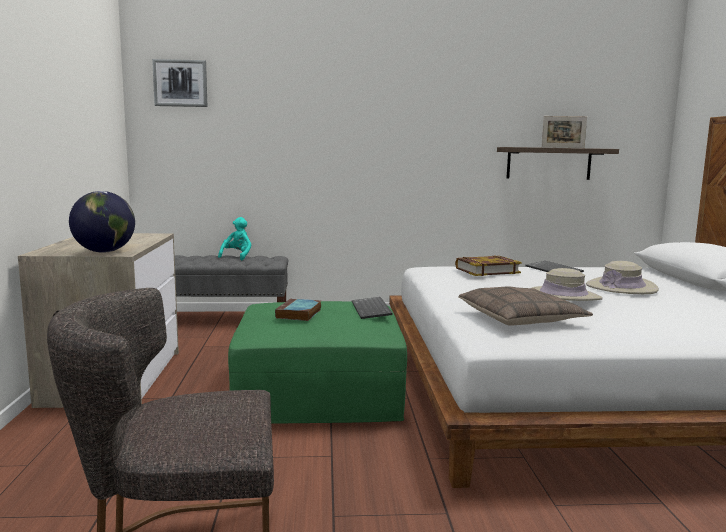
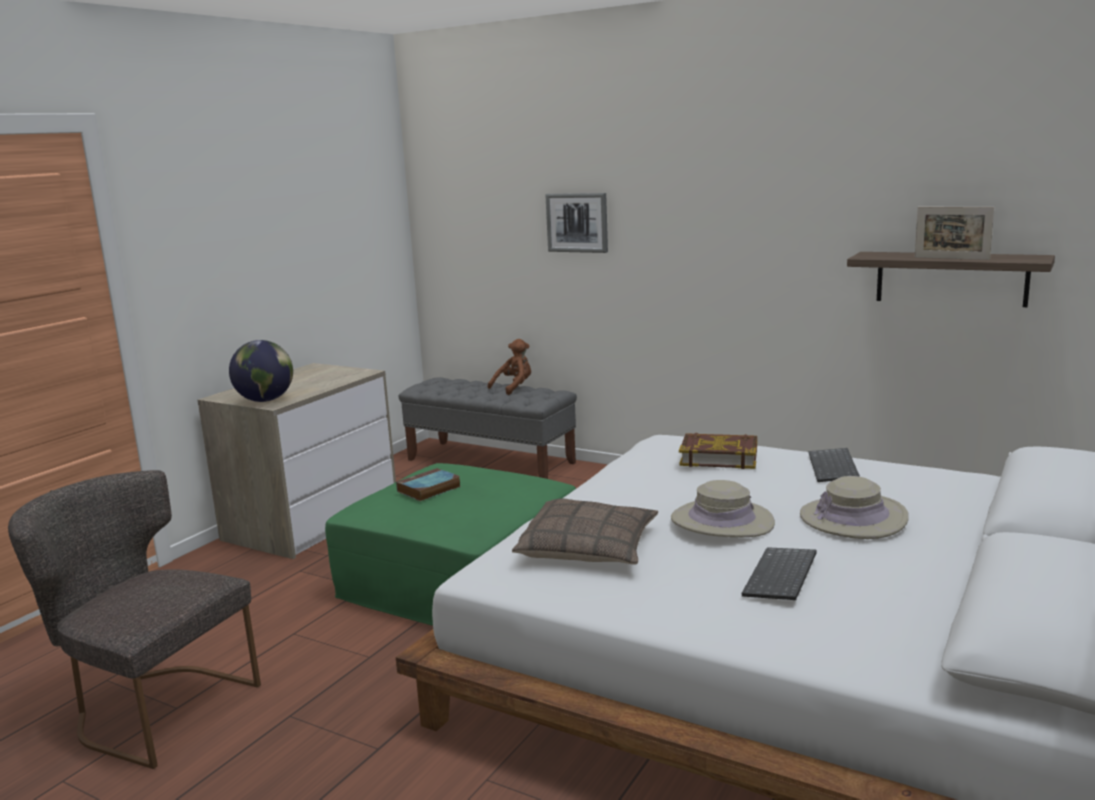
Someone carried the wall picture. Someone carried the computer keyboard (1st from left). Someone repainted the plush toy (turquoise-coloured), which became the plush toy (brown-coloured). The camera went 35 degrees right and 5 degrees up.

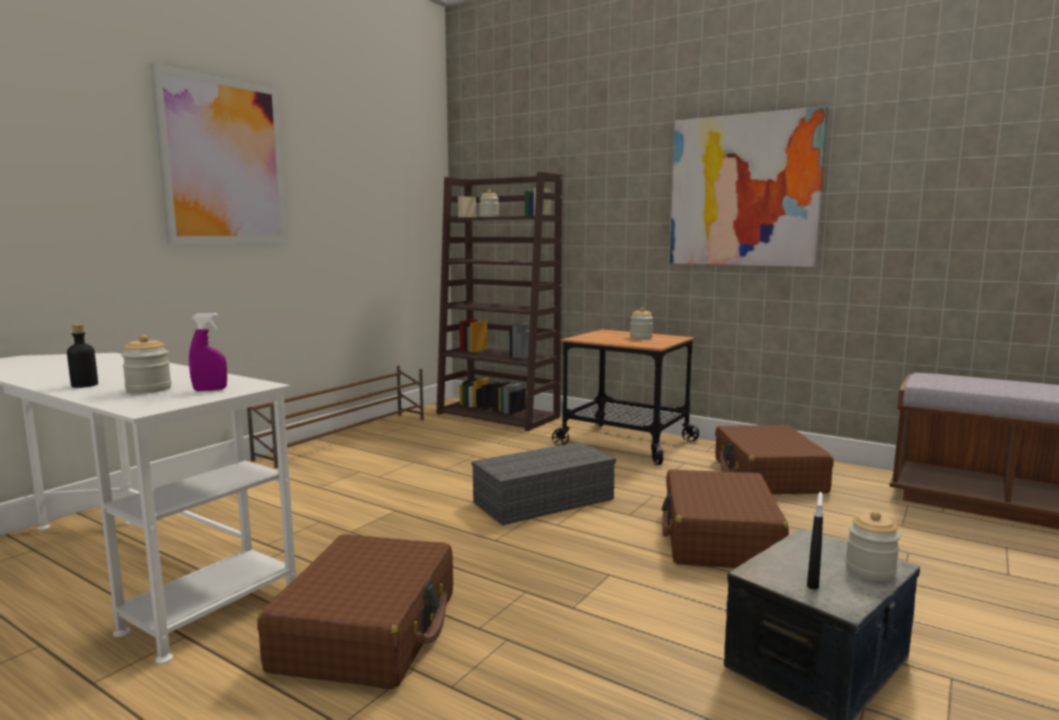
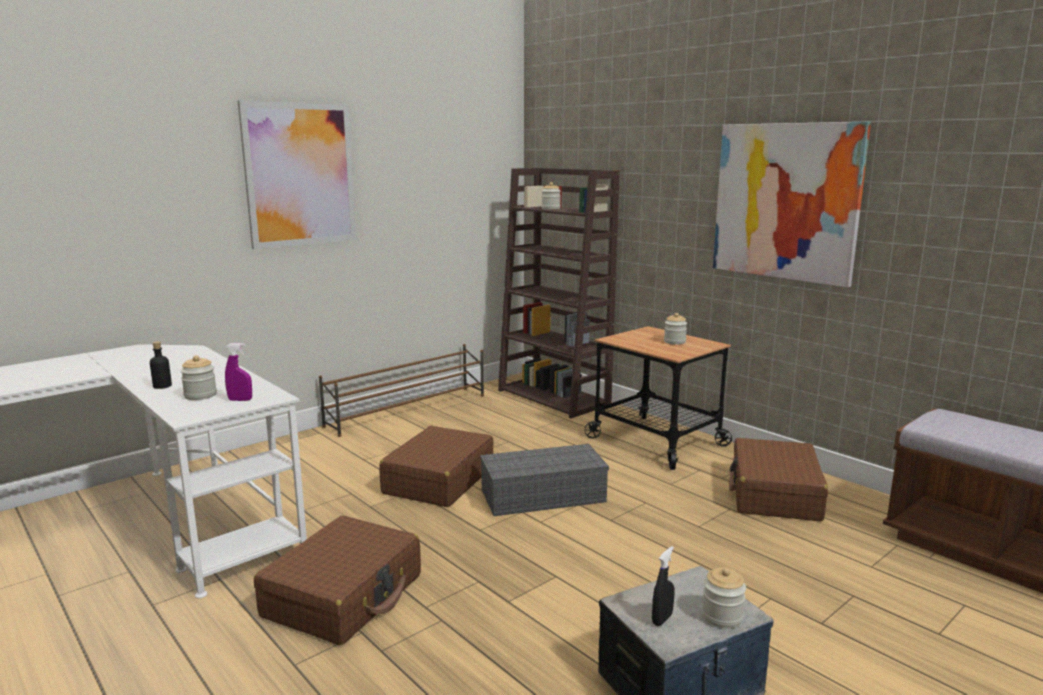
Someone carried the piece of luggage (brown-coloured) (2nd from left). The camera went 15 degrees right and 5 degrees up.

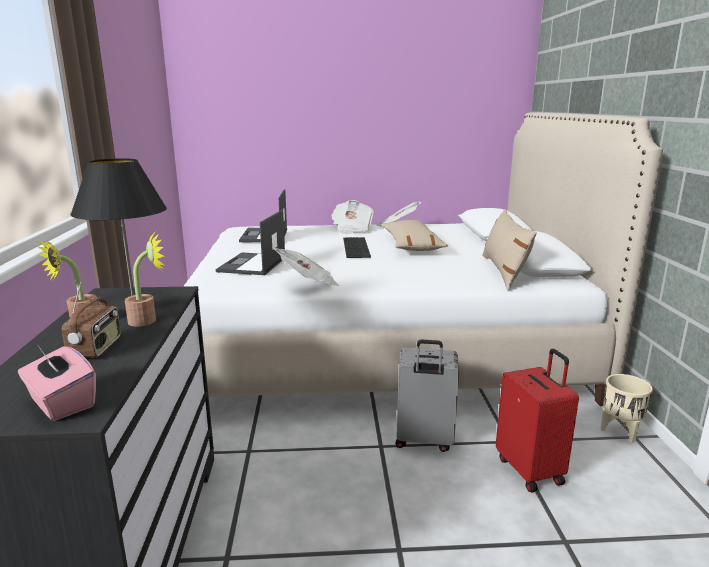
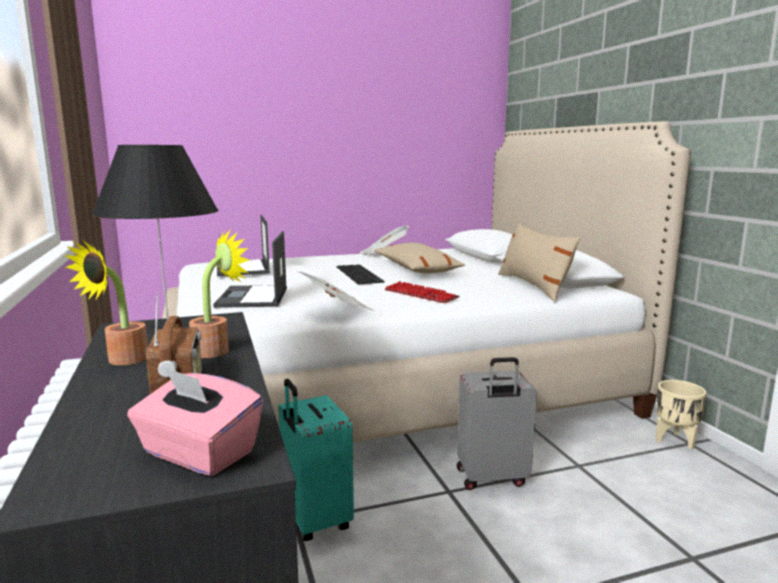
Someone took away the daily paper (2nd from left). Someone took away the piece of luggage (red-coloured). Someone put down the piece of luggage (turquoise-coloured). Someone put down the computer keyboard (2nd from left). The camera went 15 degrees left and 5 degrees down.

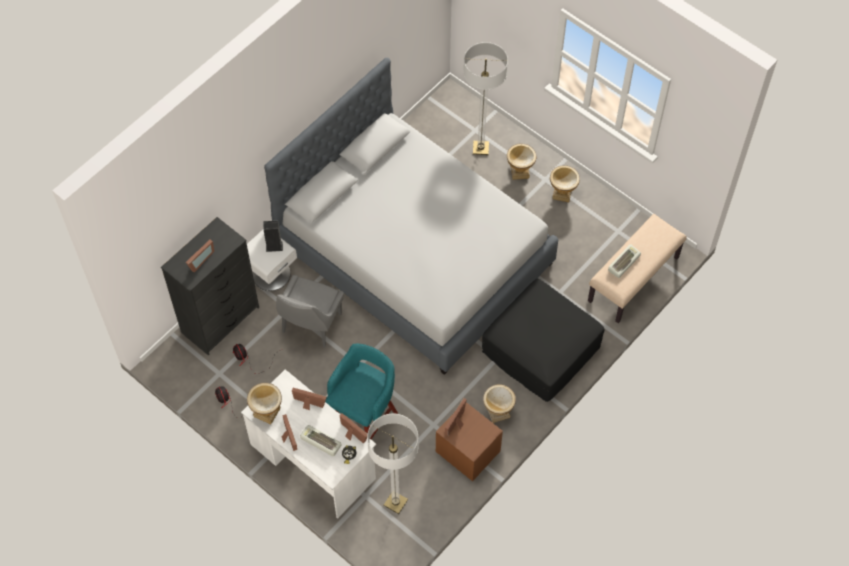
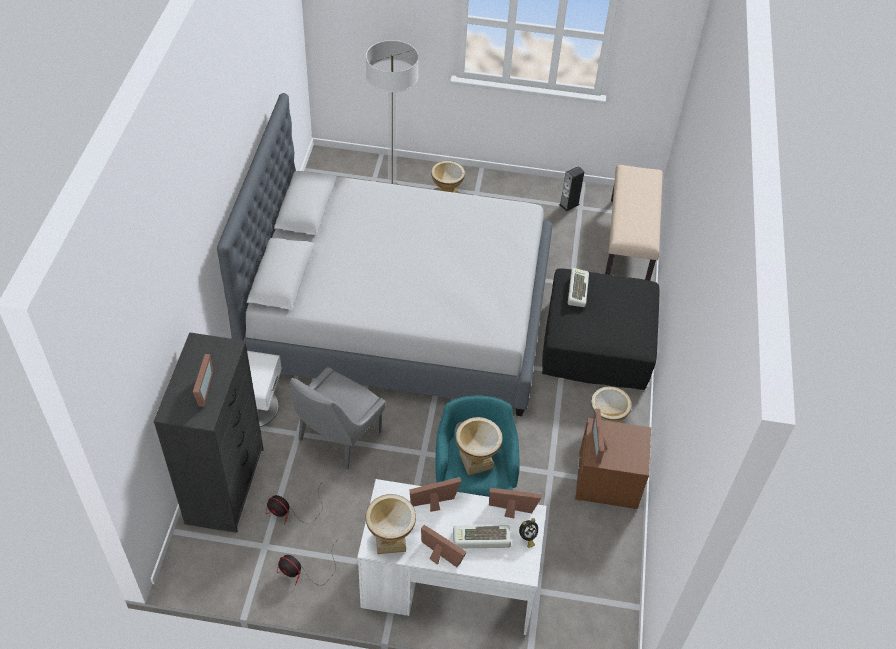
Someone took away the standing lamp (1st from left). Someone carried the audio speaker. Someone carried the vase (4th from left in the first image). Someone carried the computer keyboard (2nd from left). Someone rotated the plain chair (greyish) by 45 degrees clockwise. The camera went 35 degrees left and 10 degrees down.

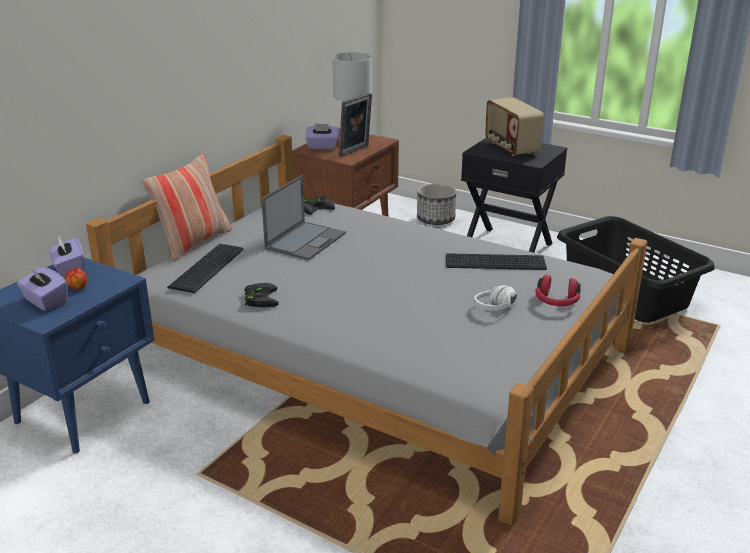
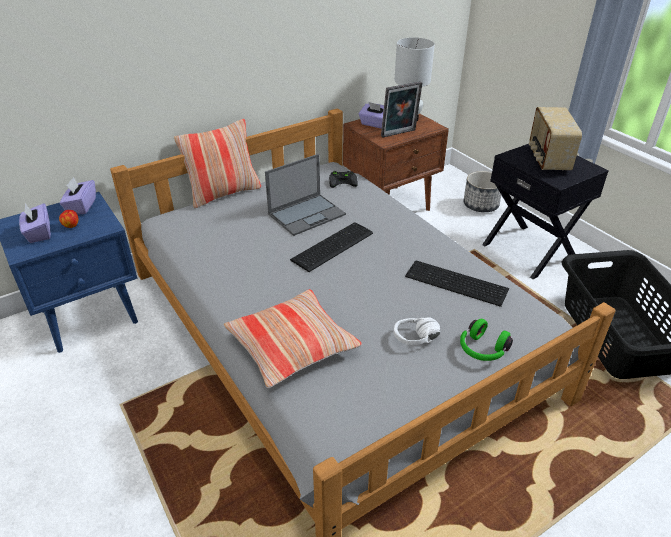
Someone took away the game controller (black-coloured) (1st from left). Someone put down the pillow (2nd from left). Someone carried the computer keyboard (1st from left). Someone repainted the headset (red-coloured), which became the headset (green-coloured). The camera went 25 degrees right and 10 degrees up.

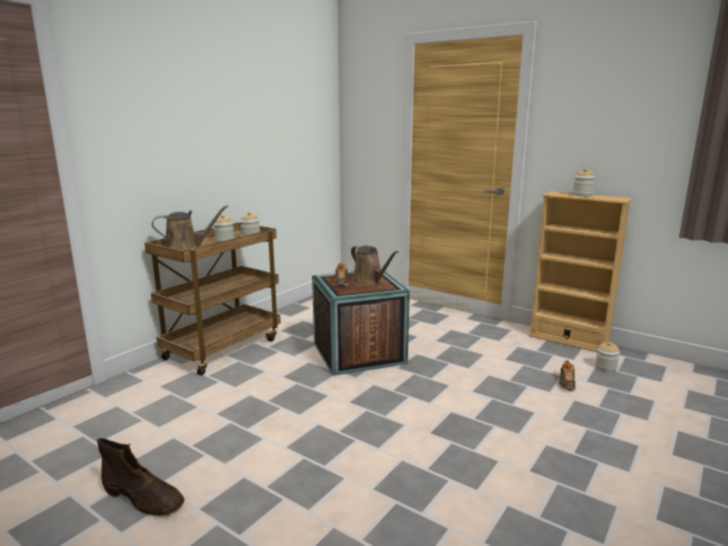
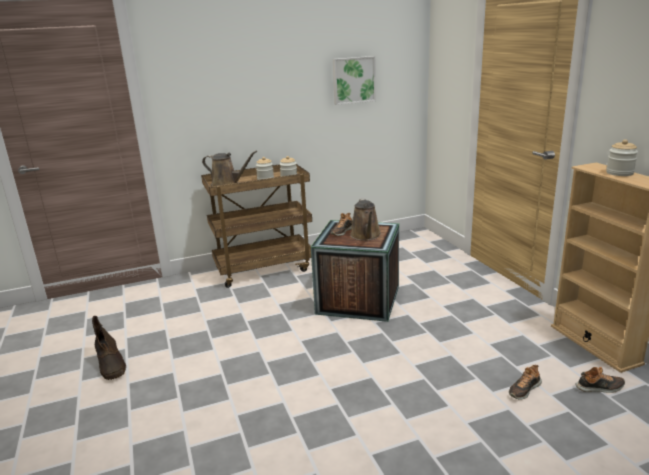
Someone put up the wall picture. Someone swapped the preserve jar (4th from left) for the shoe (3rd from left). The camera went 35 degrees right and 5 degrees up.

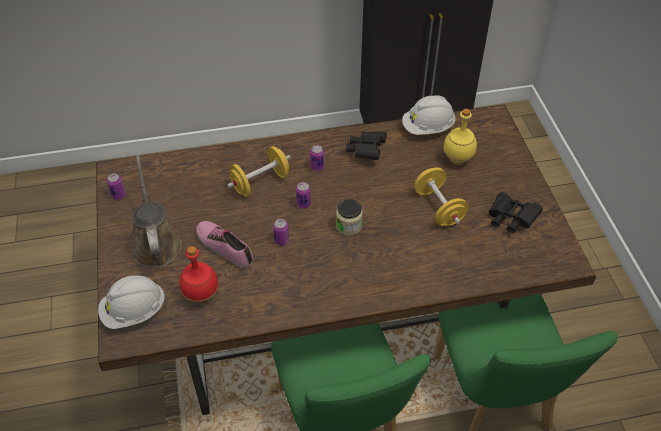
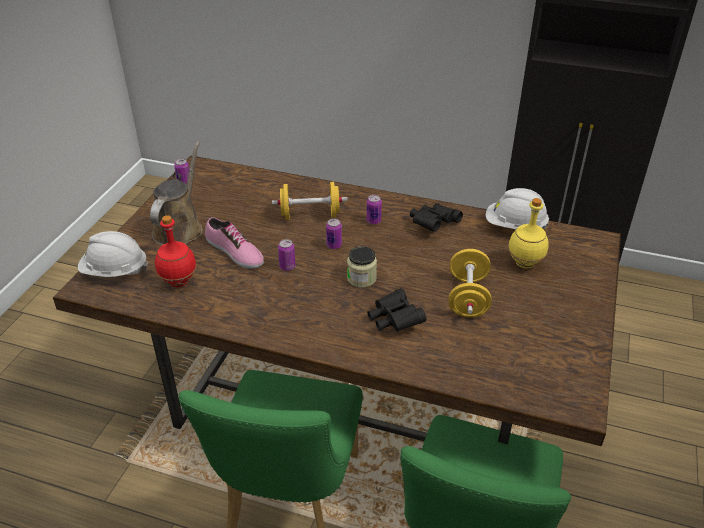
Someone carried the pair of binoculars (black-coloured) (2nd from left in the first image). Someone rotated the shoe by 150 degrees clockwise. The camera went 30 degrees right and 10 degrees down.

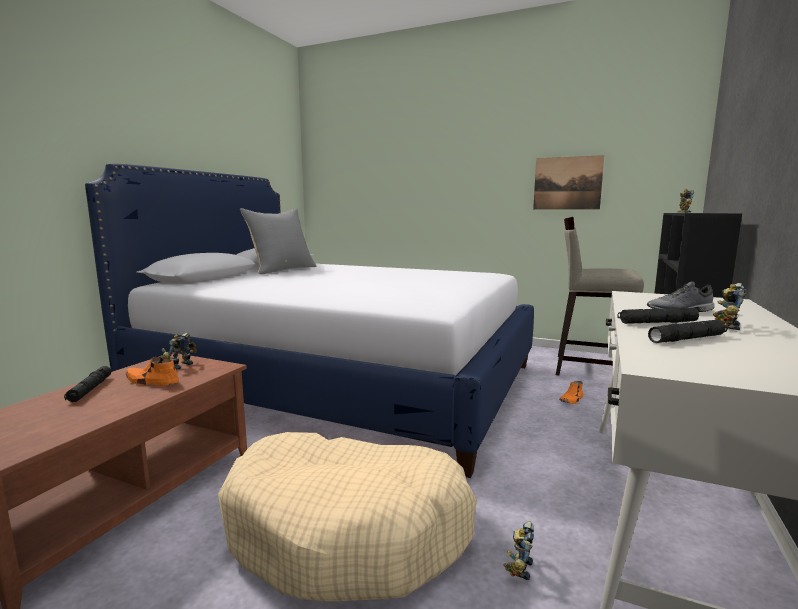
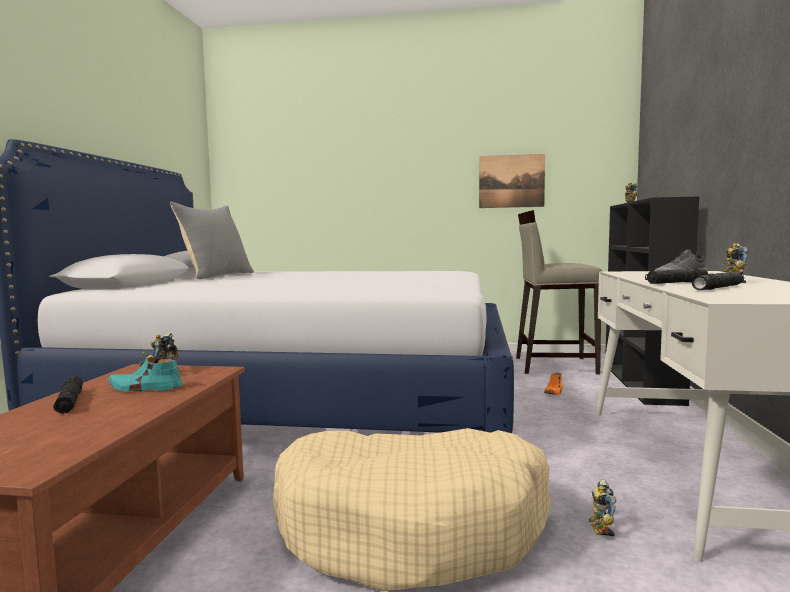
Someone repainted the shoe (orange) (1st from left), which became the shoe (turquoise-coloured). The camera went 15 degrees left and 5 degrees down.

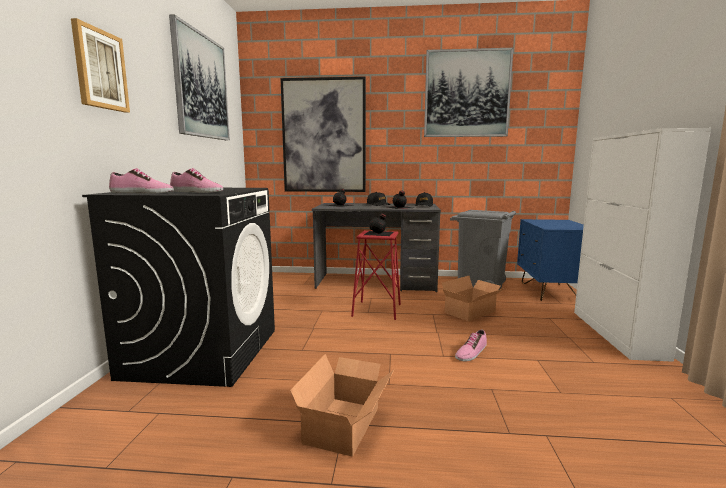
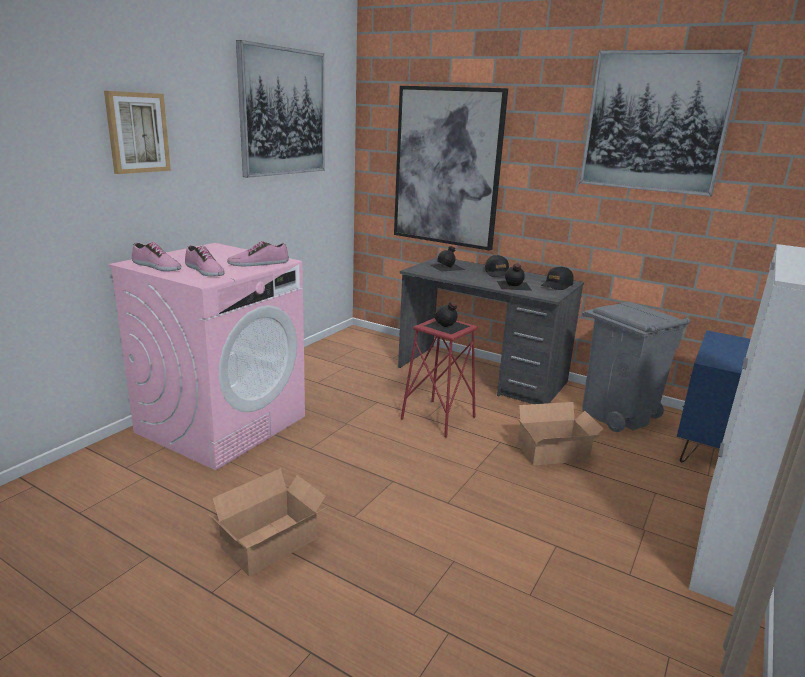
Someone carried the shoe (3rd from left). Someone repainted the laundry appliance (black-coloured), which became the laundry appliance (pinkish). The camera went 25 degrees right and 10 degrees up.

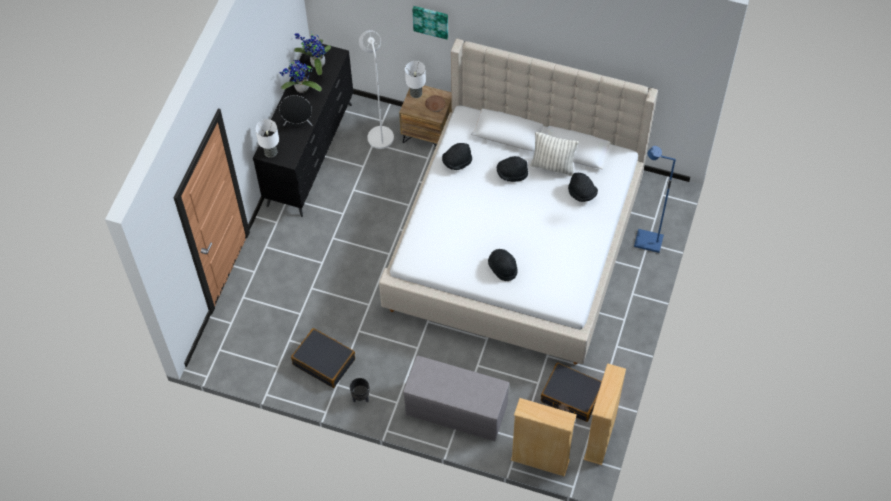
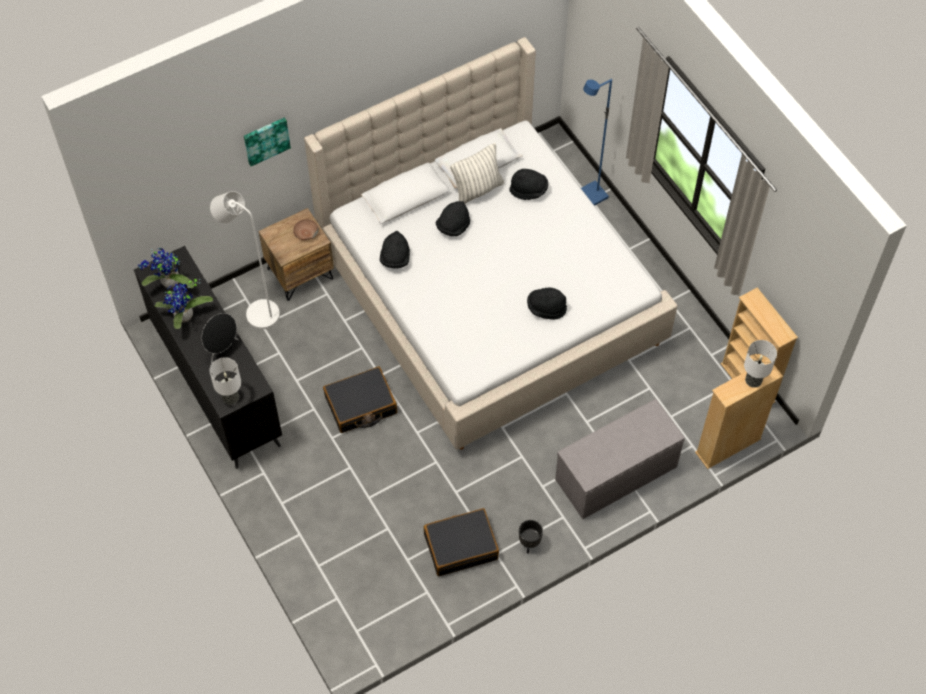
Someone carried the lamp for a table (2nd from left). Someone carried the piece of luggage (black-coloured) (2nd from left in the first image). The camera went 50 degrees left and 0 degrees up.

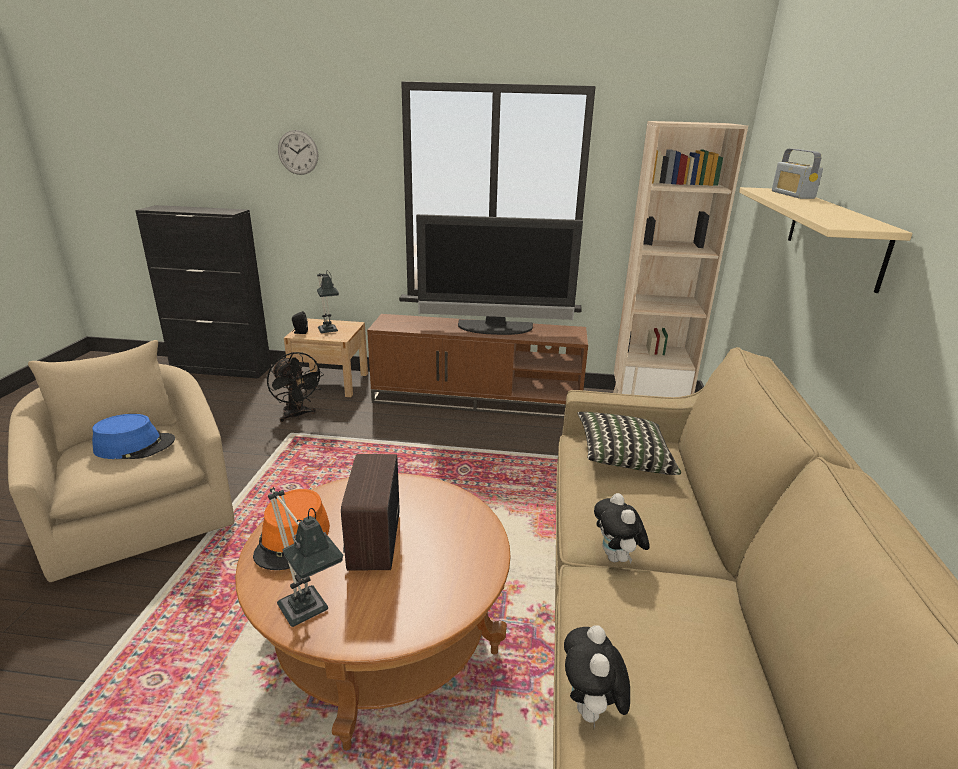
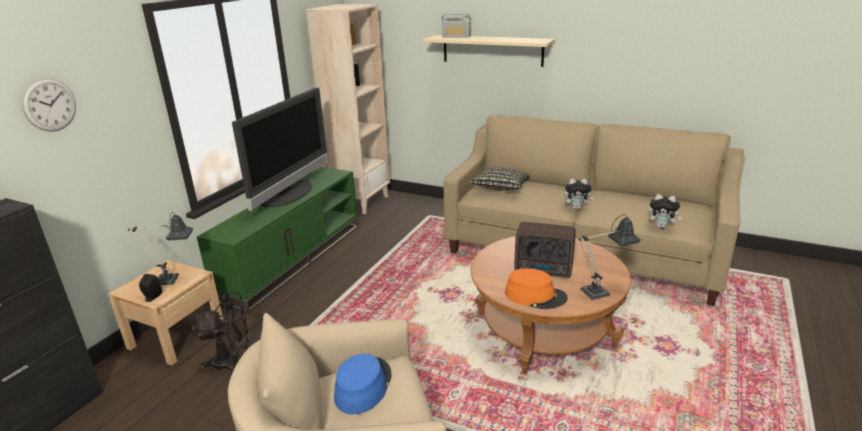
Someone repainted the media console (brown-coloured), which became the media console (green-coloured). The camera went 70 degrees left and 0 degrees up.

